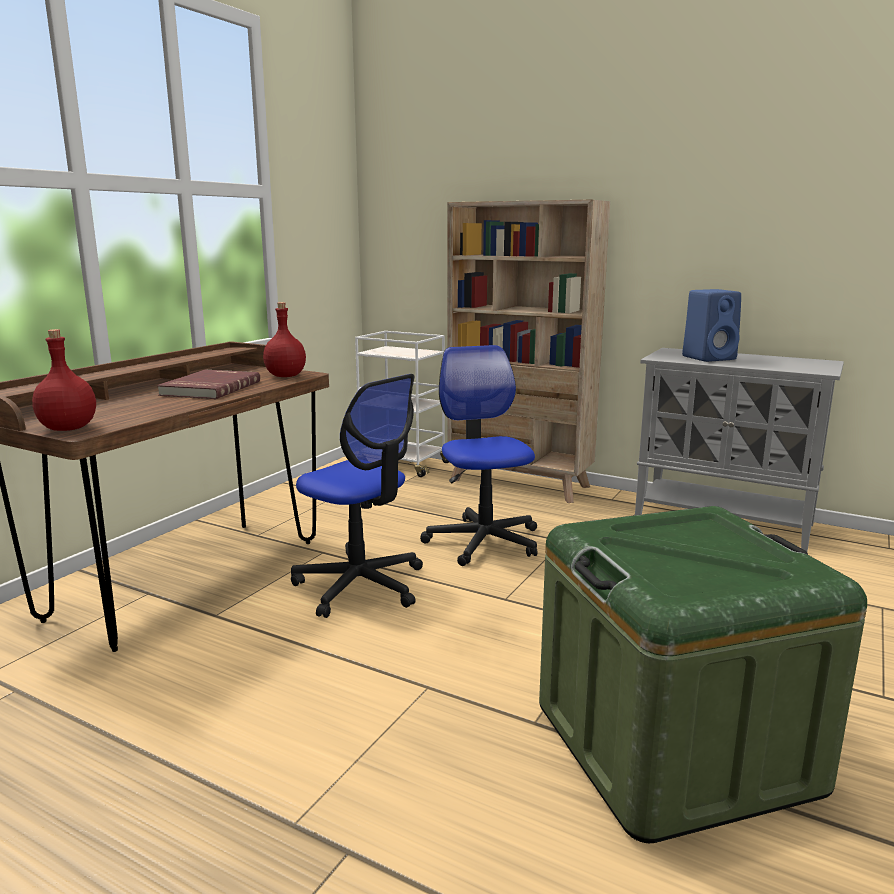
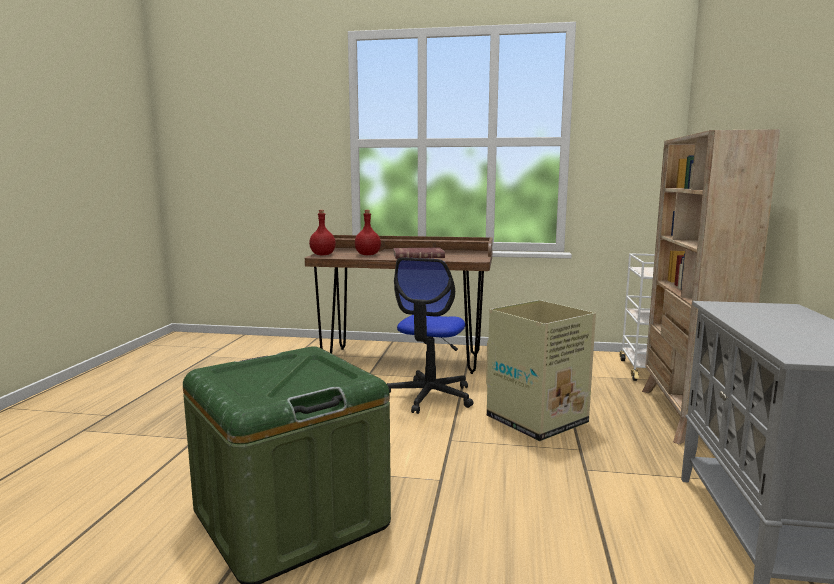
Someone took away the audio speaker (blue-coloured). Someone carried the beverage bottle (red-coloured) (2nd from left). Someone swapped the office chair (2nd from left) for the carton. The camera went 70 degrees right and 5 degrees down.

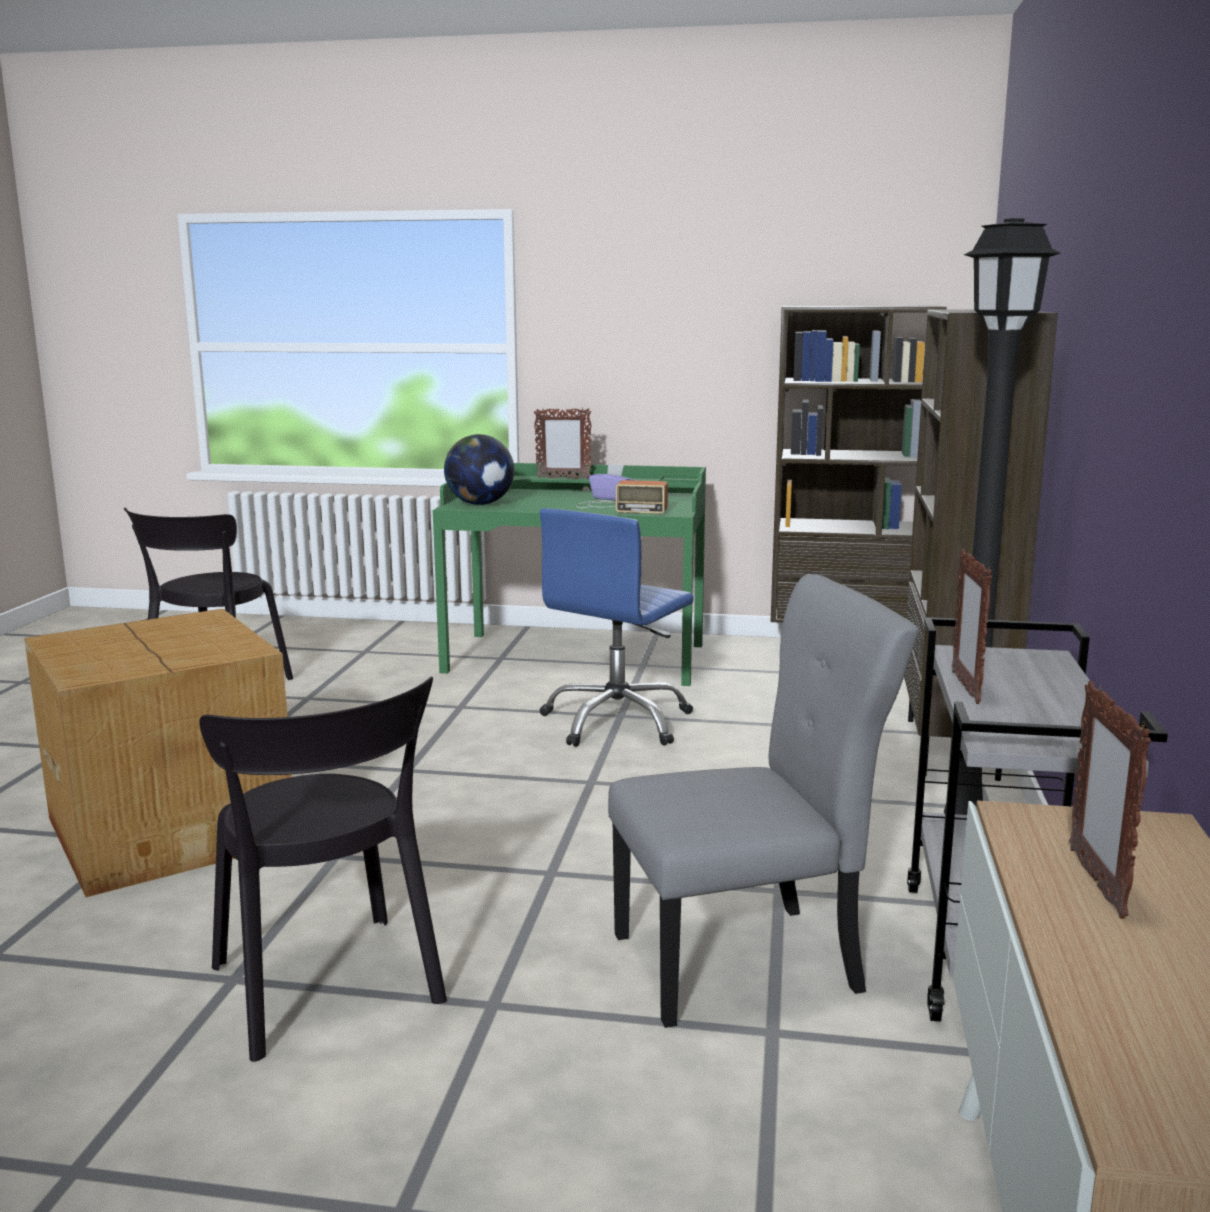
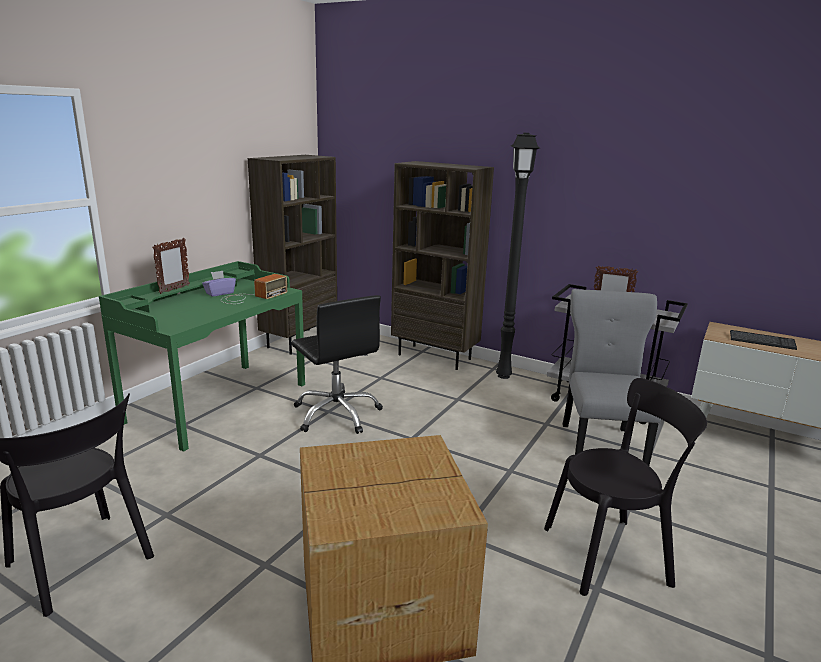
Someone took away the world globe. Someone swapped the standing frame (3rd from left) for the computer keyboard. Someone repainted the office chair (blue-coloured), which became the office chair (black-coloured). The camera went 70 degrees left and 5 degrees up.

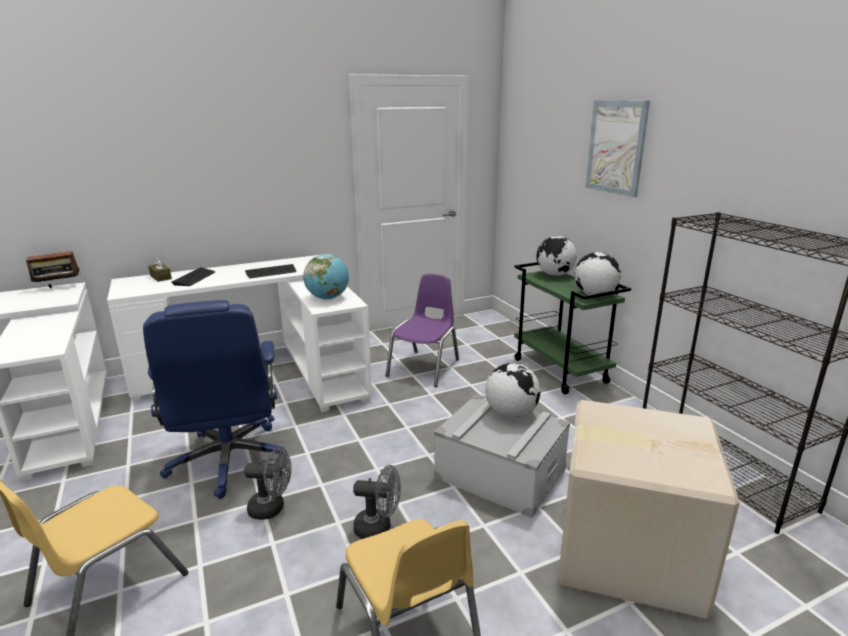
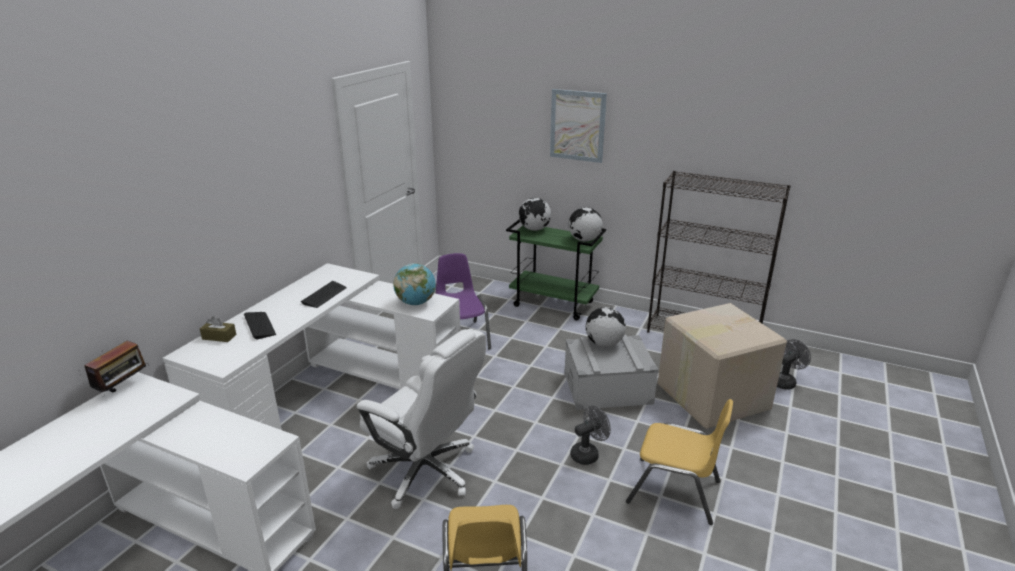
Someone carried the fan (greyish) (1st from left in the first image). Someone repainted the office chair (blue-coloured), which became the office chair (whitish). The camera went 40 degrees left and 5 degrees up.

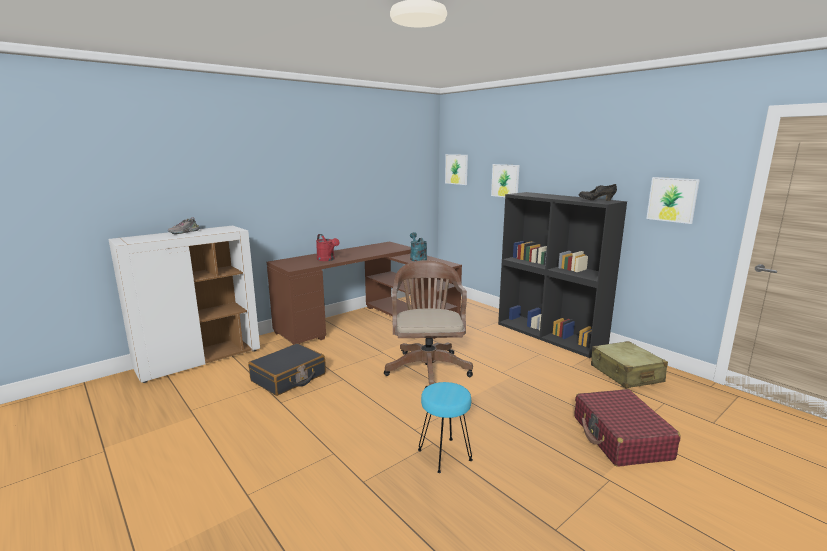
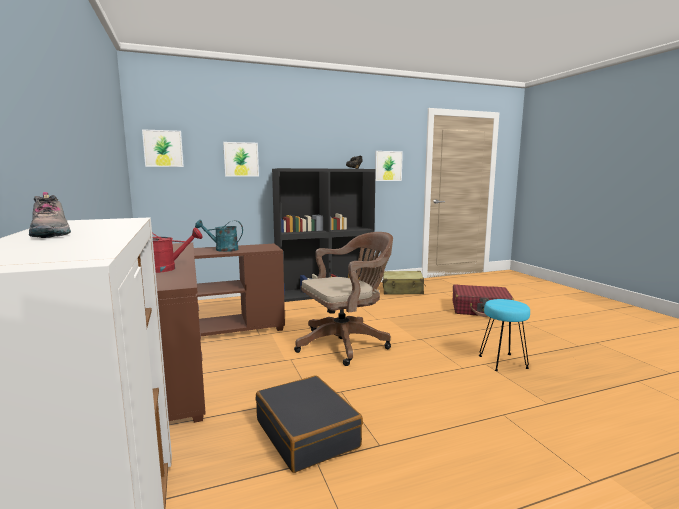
Someone rotated the office chair (brown-coloured) by 135 degrees clockwise. The camera went 70 degrees left and 5 degrees down.

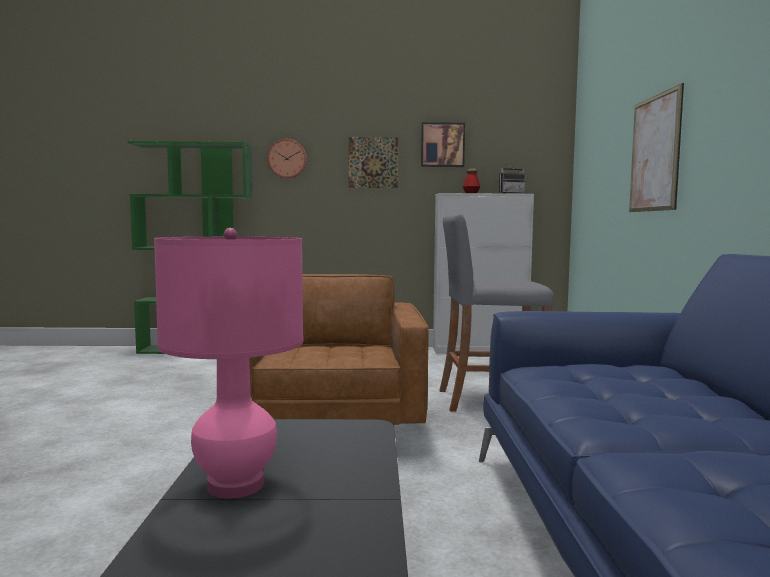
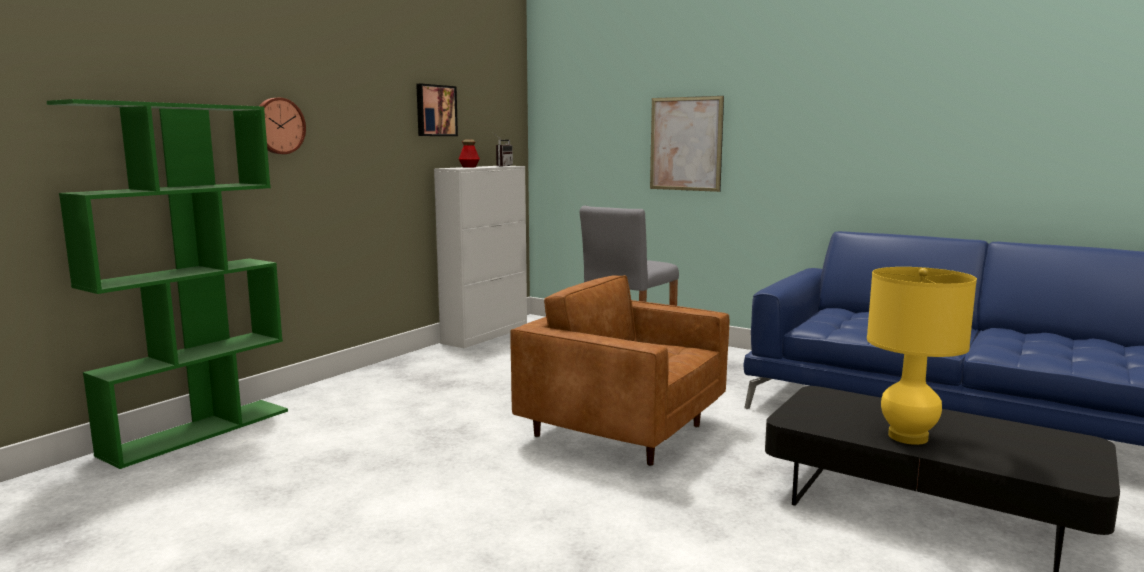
Someone took away the wall picture (1st from left). Someone repainted the lamp for a table (pinkish), which became the lamp for a table (yellowish). The camera went 55 degrees left and 5 degrees up.

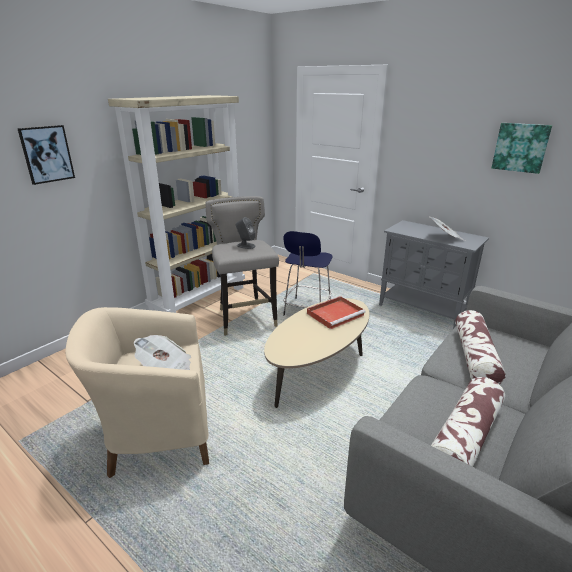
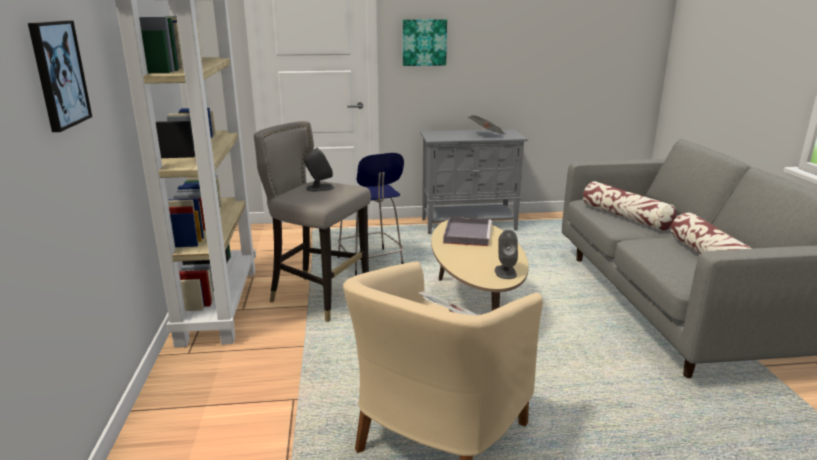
Someone put down the audio speaker (greyish) (2nd from left). Someone carried the wall picture (2nd from left). Someone repainted the serving tray (red-coloured), which became the serving tray (greyish). The camera went 45 degrees left and 5 degrees down.

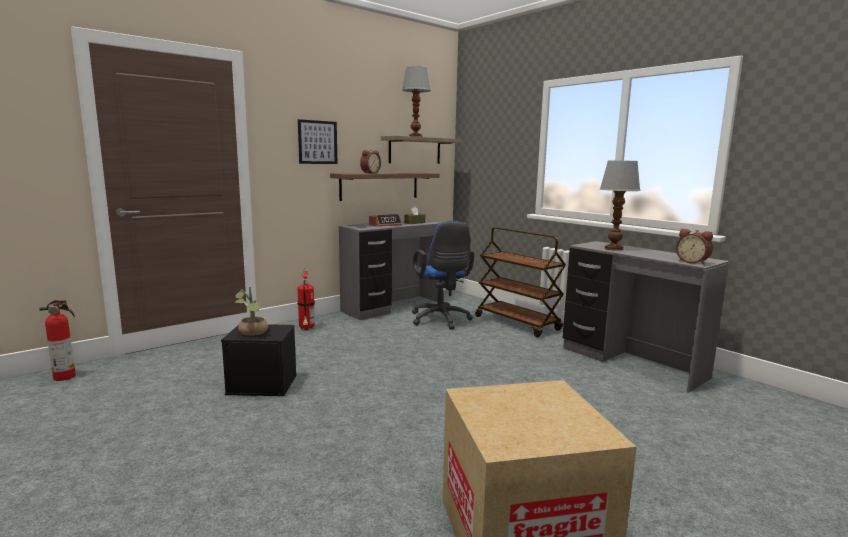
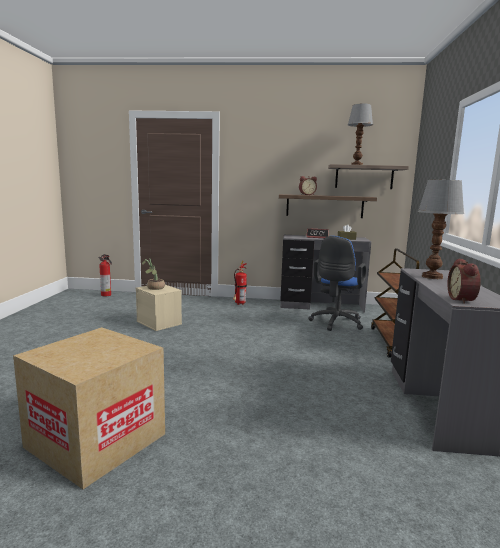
Someone took away the wall picture. Someone repainted the storage box (black-coloured), which became the storage box (beige-coloured). The camera went 45 degrees right and 0 degrees up.

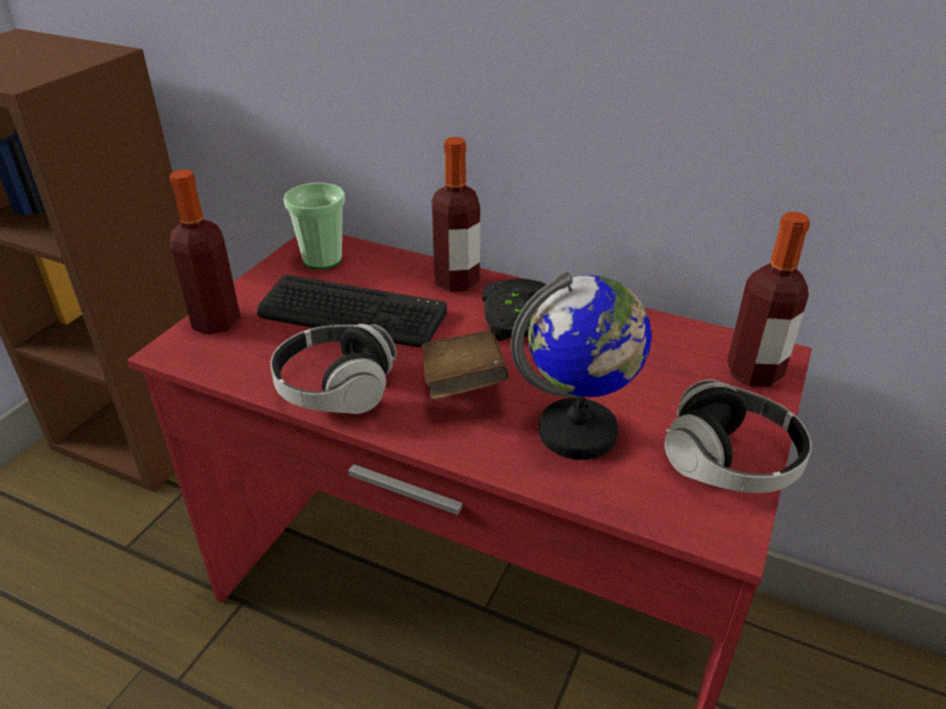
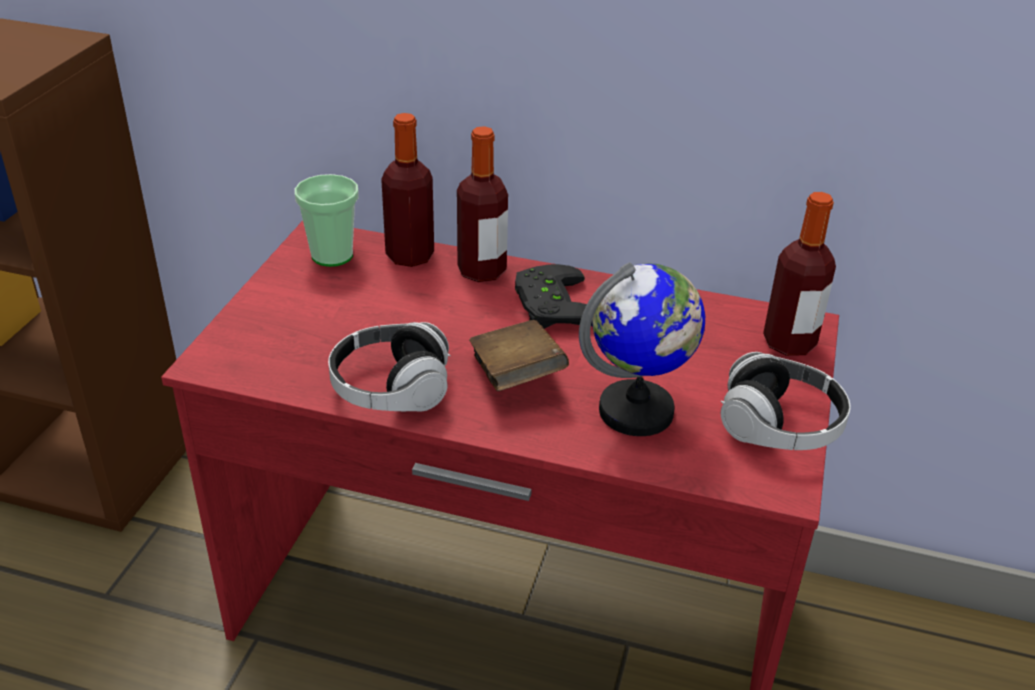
Someone took away the computer keyboard. Someone carried the beverage bottle (1st from left). The camera went 10 degrees left and 0 degrees up.

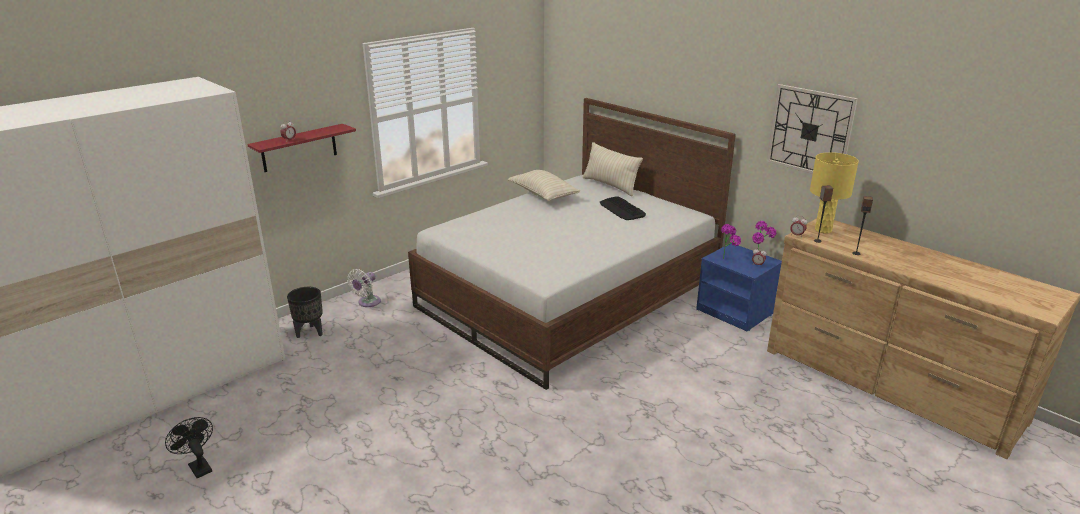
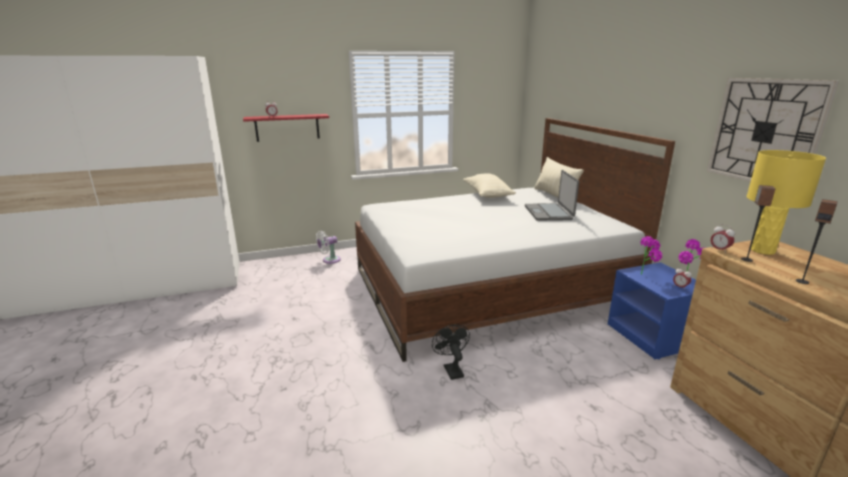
Someone took away the flower pot (black-coloured). Someone carried the fan (black-coloured). Someone swapped the computer keyboard for the notebook computer. The camera went 25 degrees right and 5 degrees down.

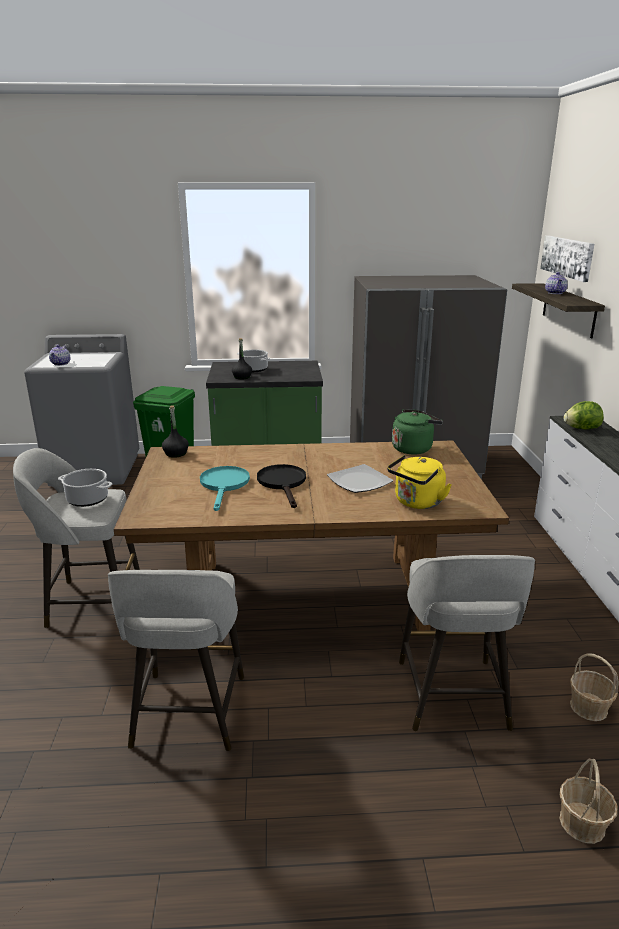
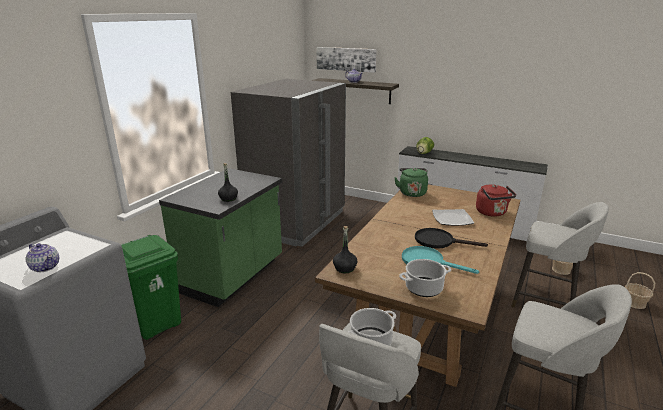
Someone carried the cooking pot (2nd from left). Someone repainted the tea kettle (yellowish), which became the tea kettle (red-coloured). The camera went 60 degrees left and 0 degrees up.

